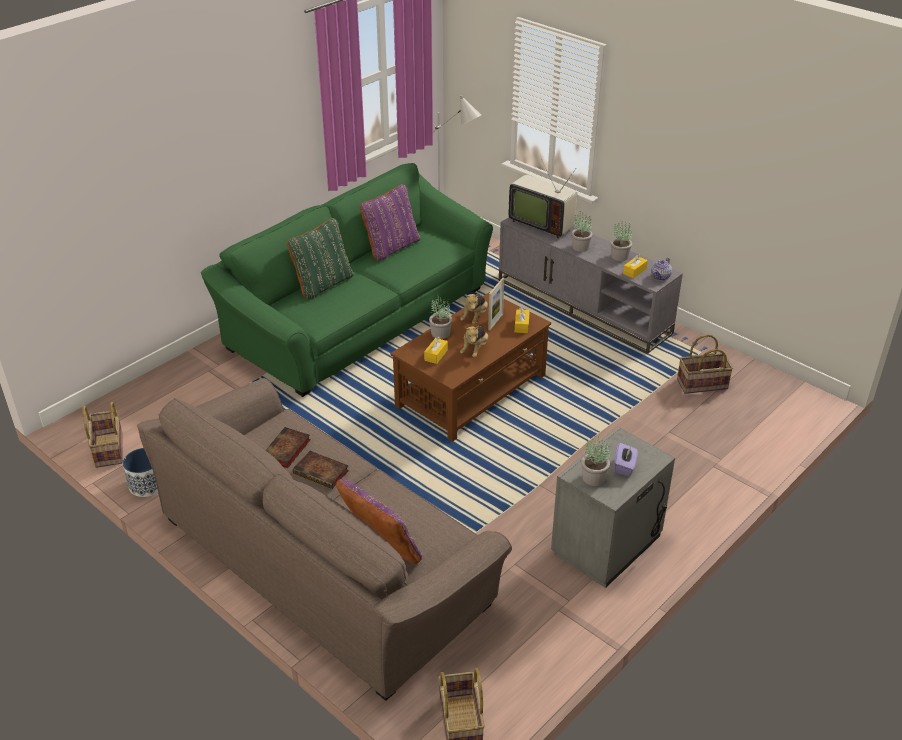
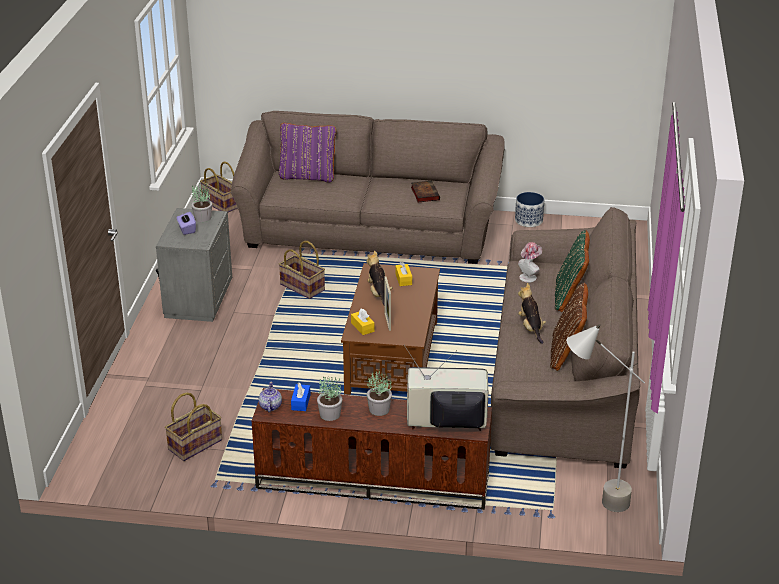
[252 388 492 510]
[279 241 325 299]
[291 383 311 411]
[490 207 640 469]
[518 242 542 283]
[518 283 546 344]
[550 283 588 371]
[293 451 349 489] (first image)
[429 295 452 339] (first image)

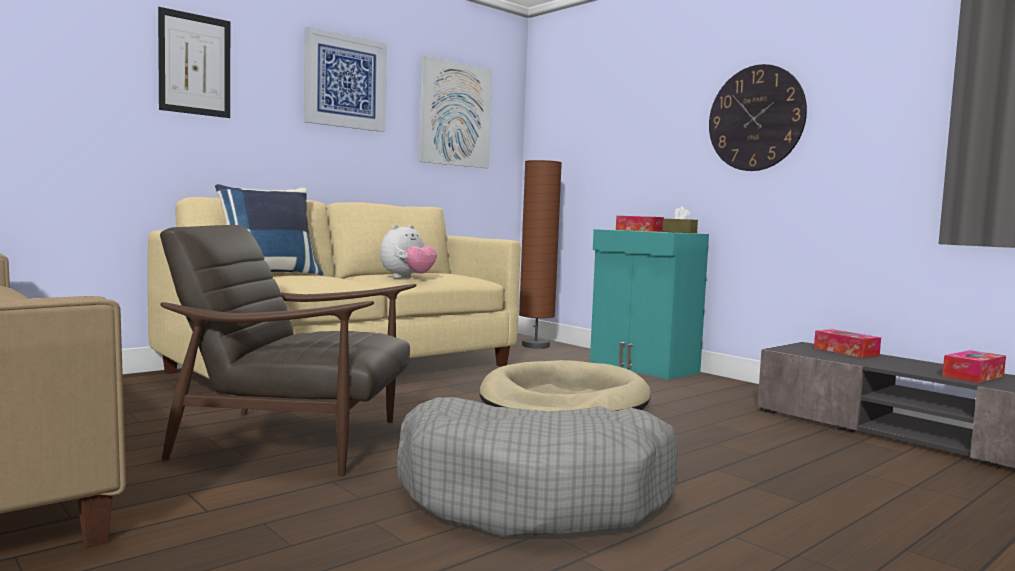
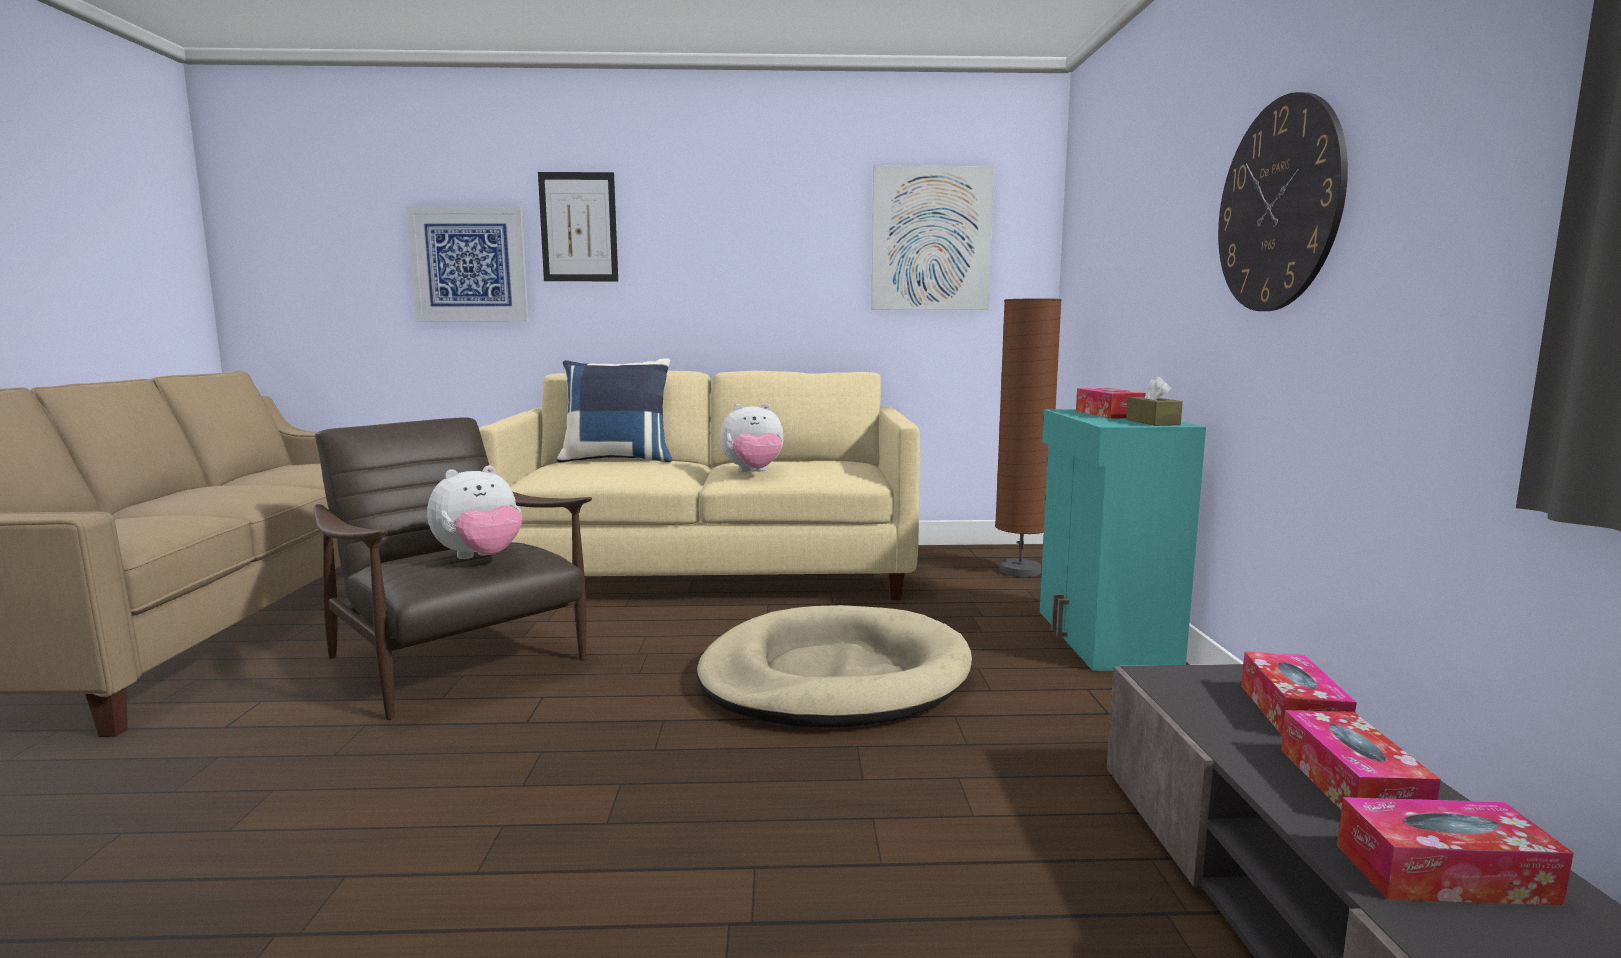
[406 206 529 321]
[427 465 522 559]
[1281 710 1441 810]
[397 397 678 537] (first image)

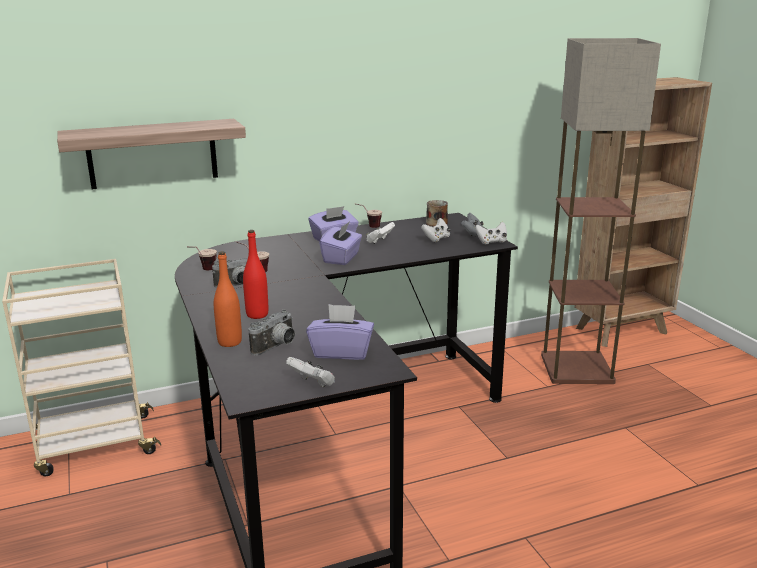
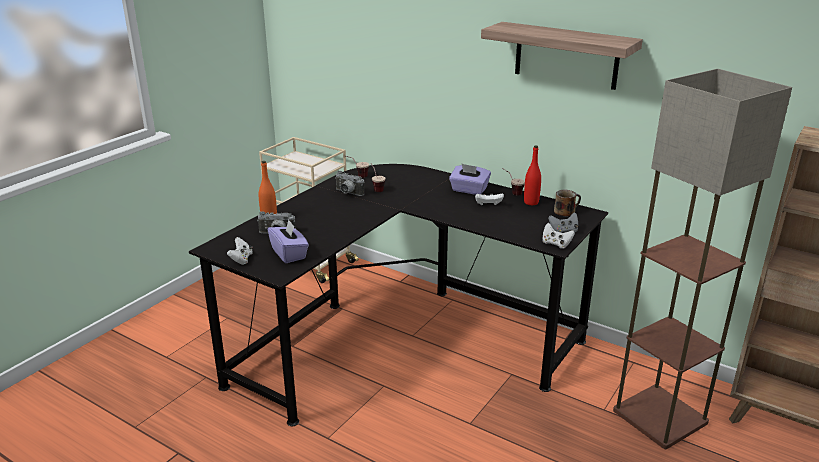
[481 22 643 90]
[524 145 541 205]
[319 221 362 265] (first image)
[421 218 451 242] (first image)

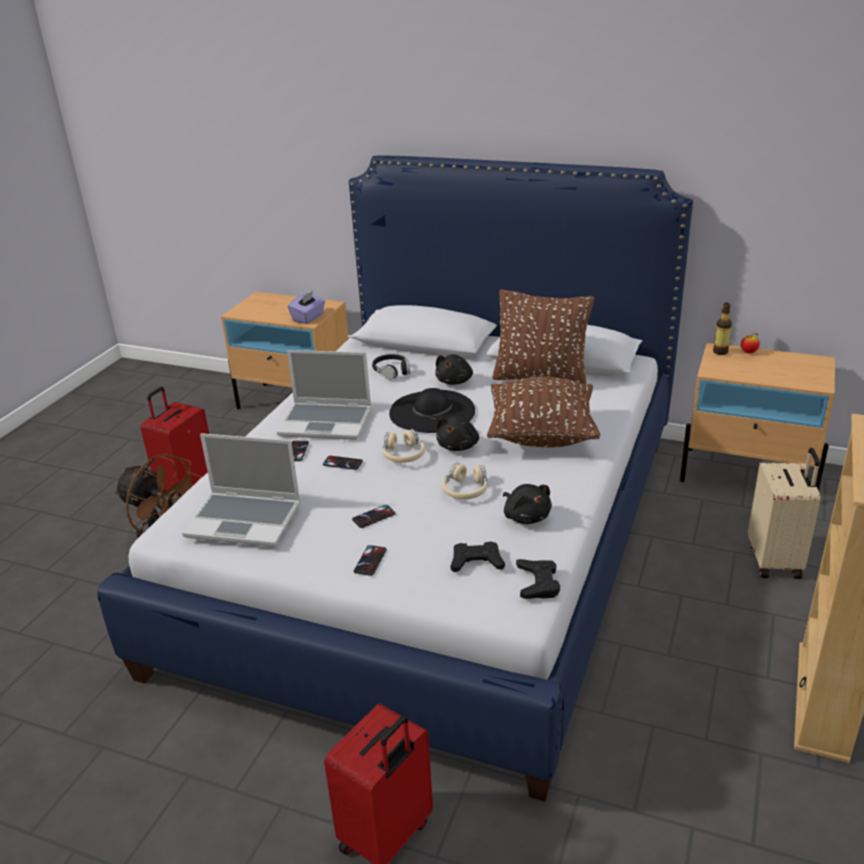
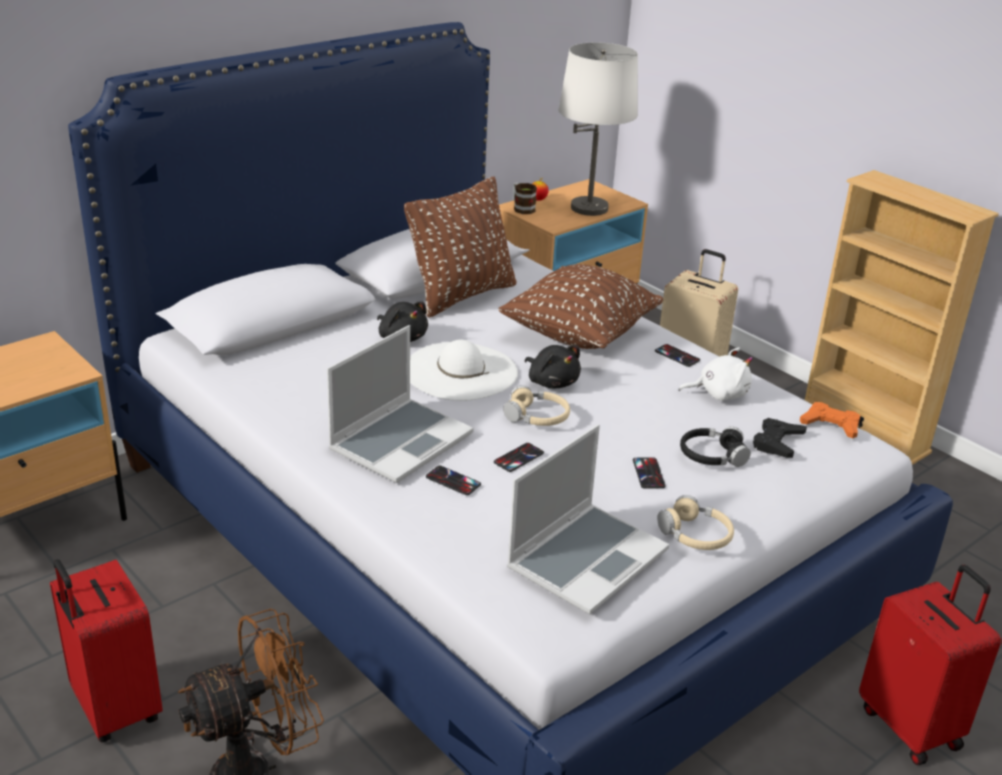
[410 339 518 401]
[513 183 537 214]
[559 42 638 216]
[655 344 700 367]
[657 495 734 550]
[679 348 753 401]
[680 427 751 467]
[800 402 860 438]
[288 291 325 324] (first image)

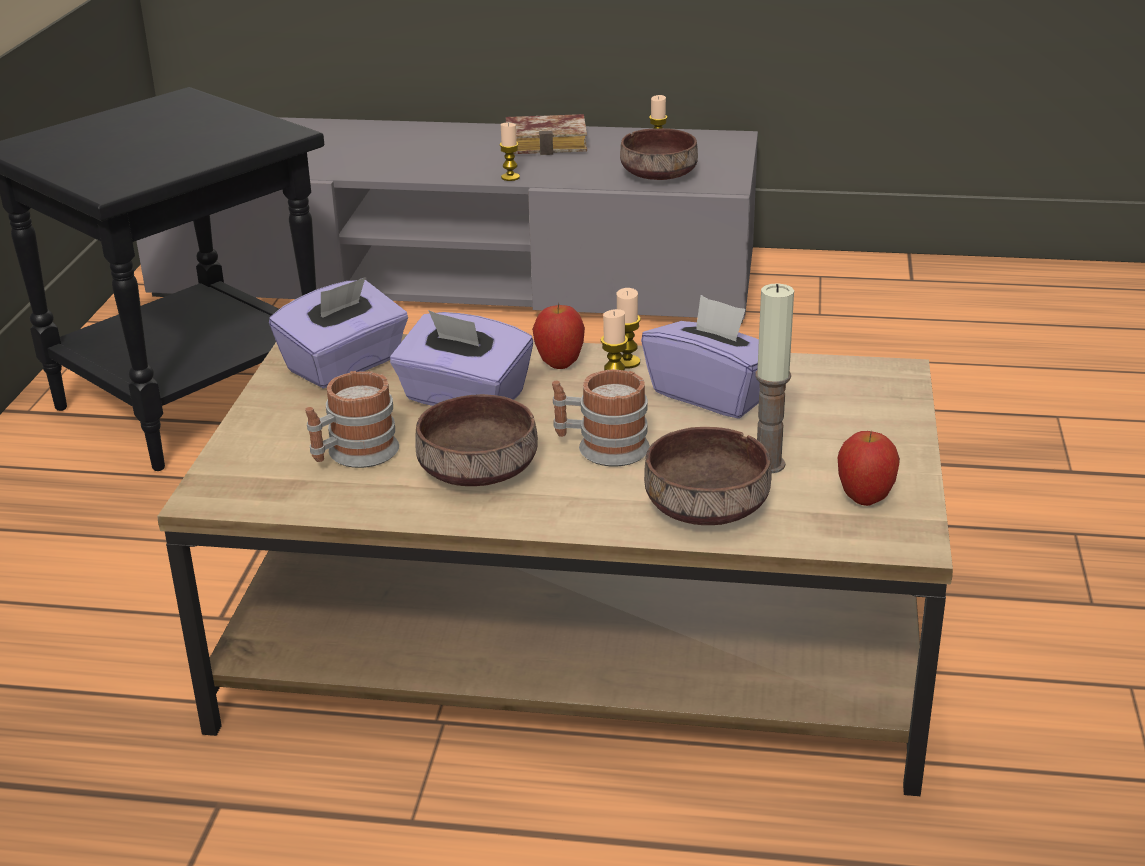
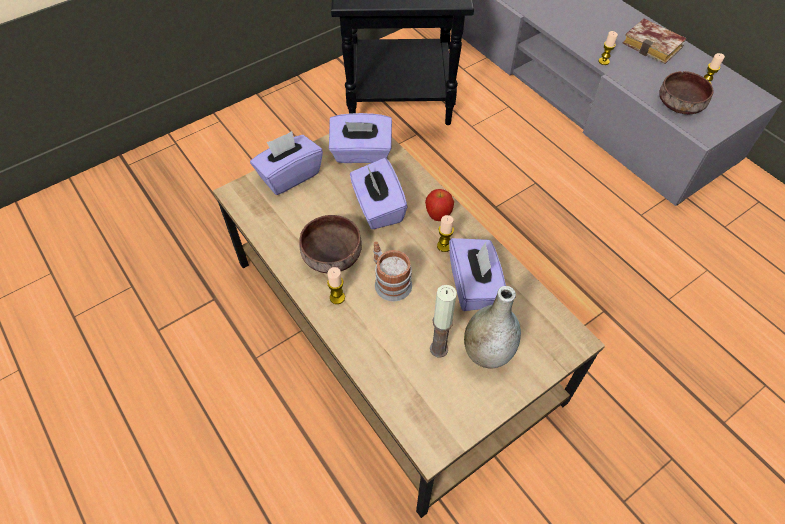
[250 131 323 195]
[327 267 345 304]
[464 286 521 368]
[305 371 399 468] (first image)
[644 427 771 525] (first image)
[838 430 900 506] (first image)

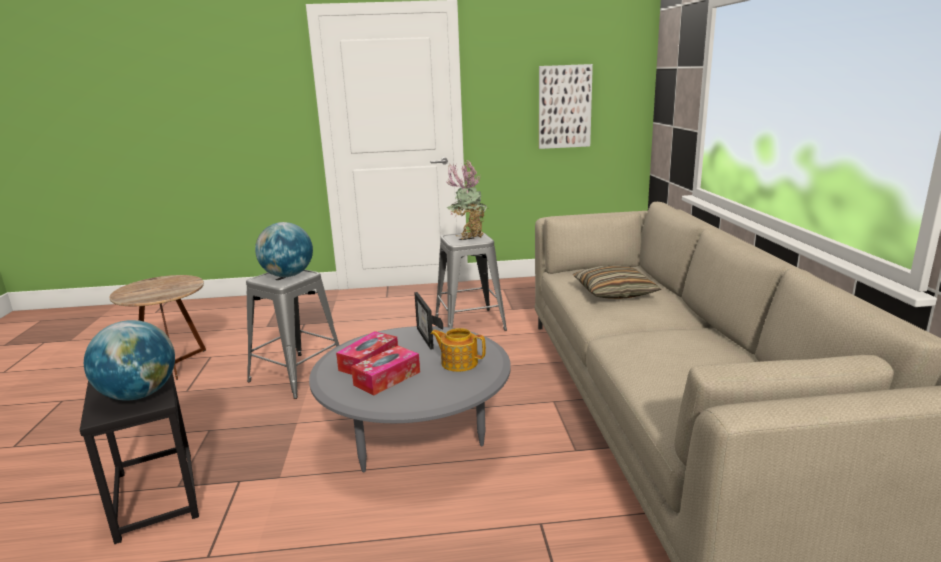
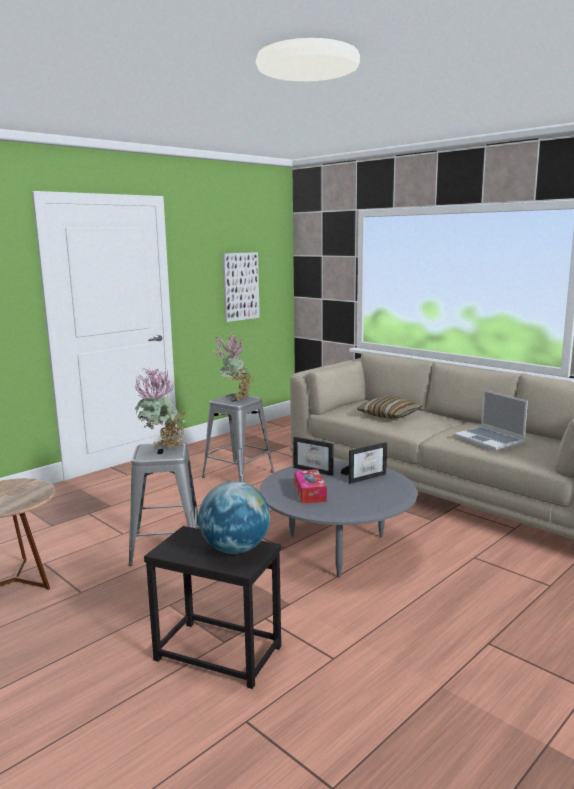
[135 367 187 449]
[341 442 387 484]
[454 390 528 451]
[351 346 420 396] (first image)

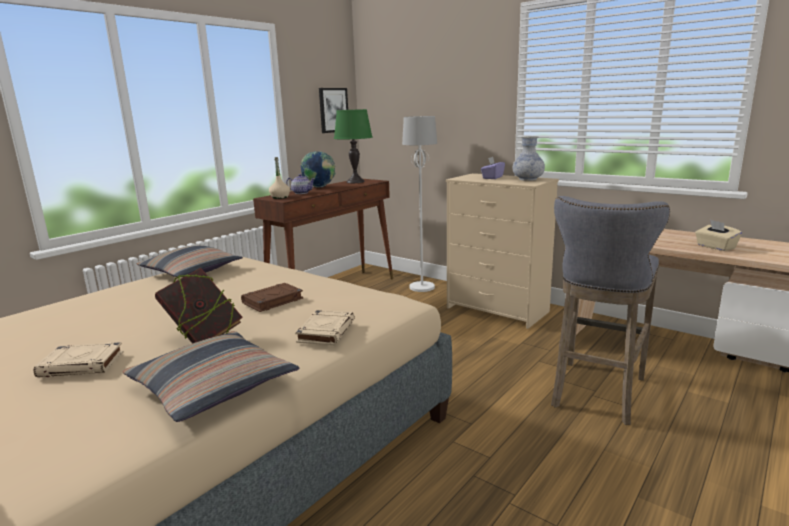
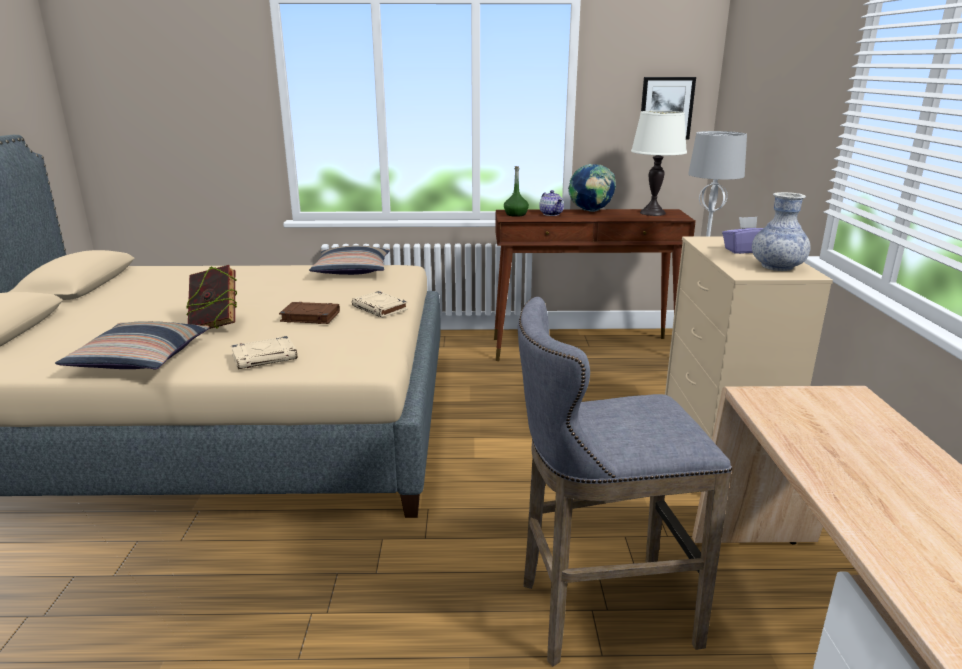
[352 291 408 318]
[504 166 529 217]
[631 111 687 216]
[695 220 742 251] (first image)

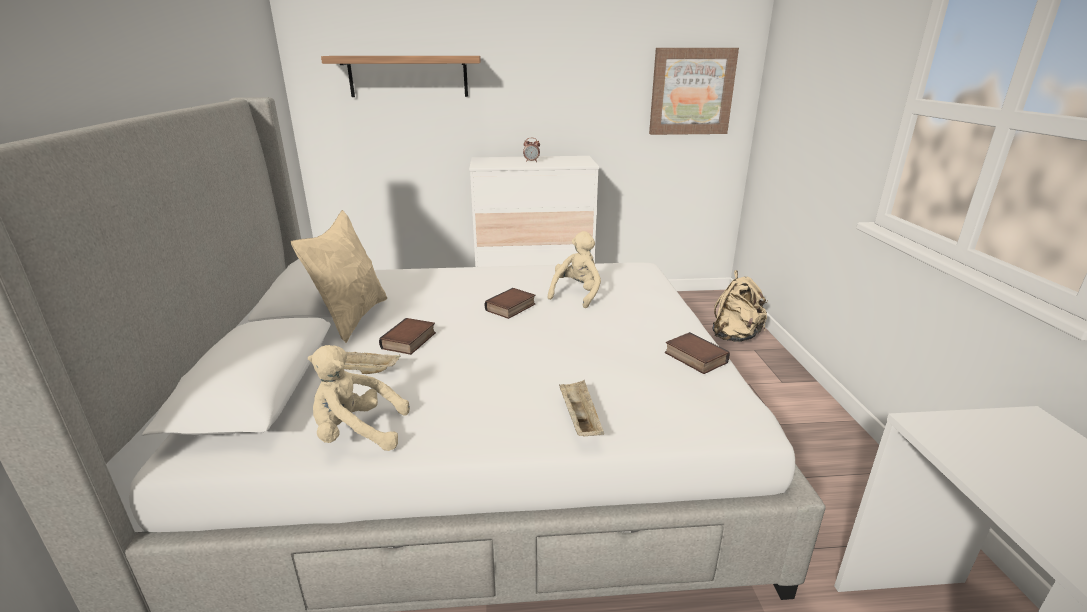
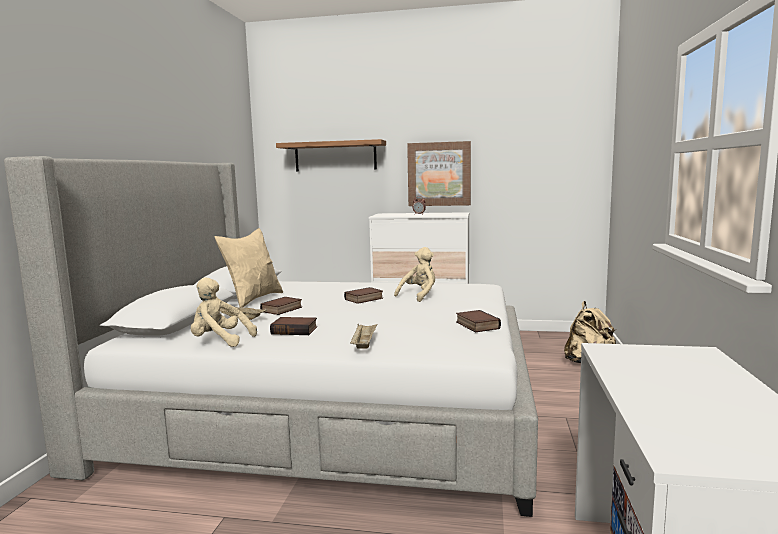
[270 317 317 335]
[407 141 471 206]

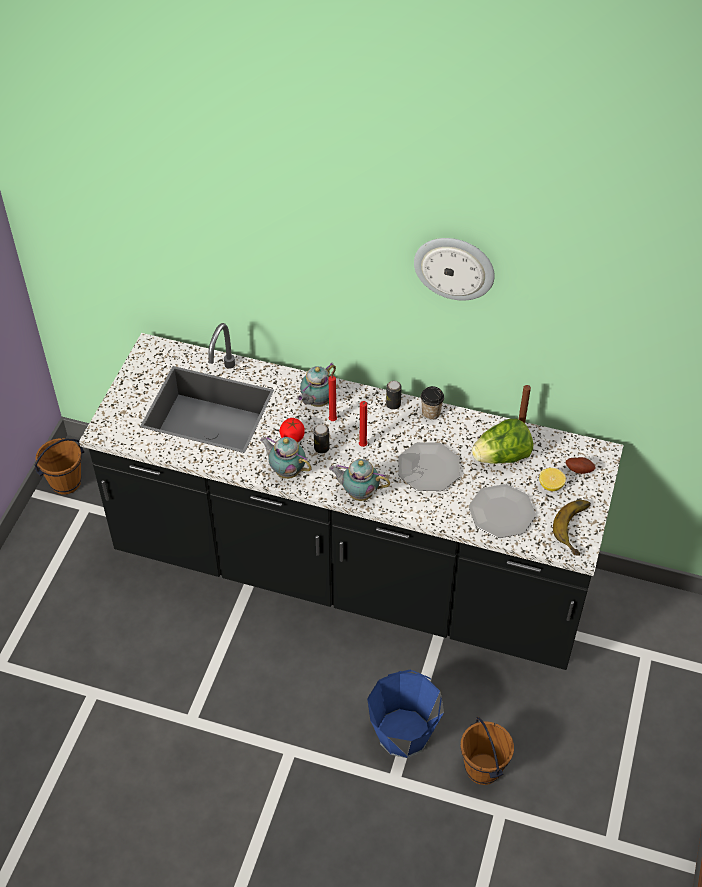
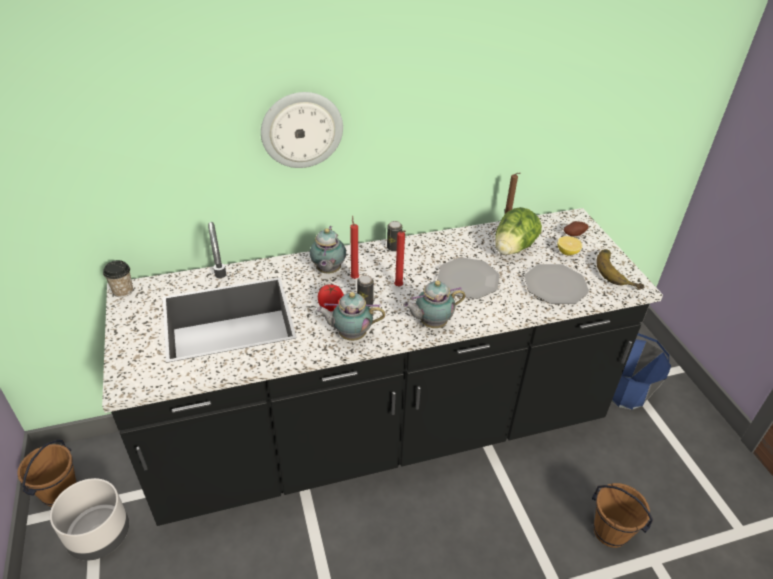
[50 478 129 561]
[103 260 133 297]
[261 92 343 168]
[612 333 671 410]

